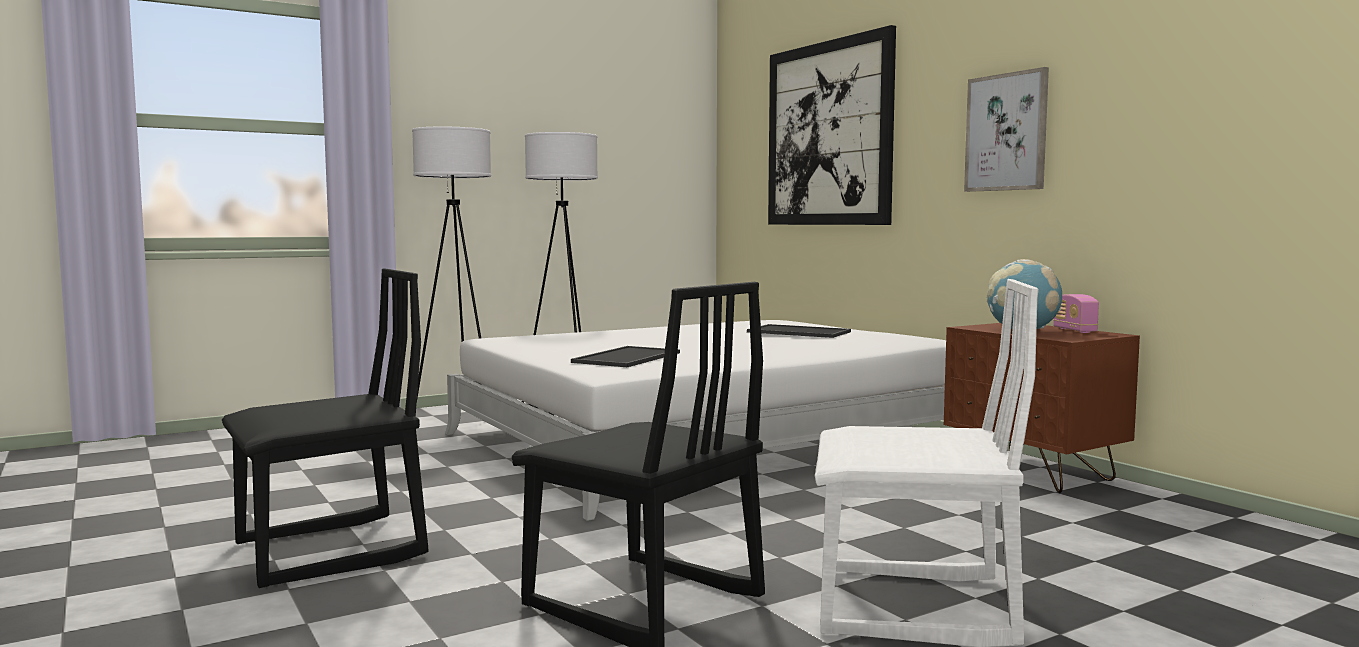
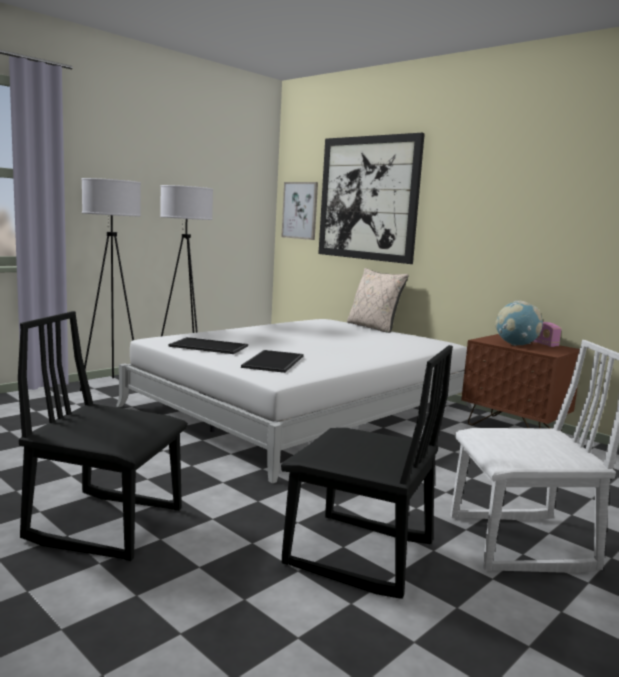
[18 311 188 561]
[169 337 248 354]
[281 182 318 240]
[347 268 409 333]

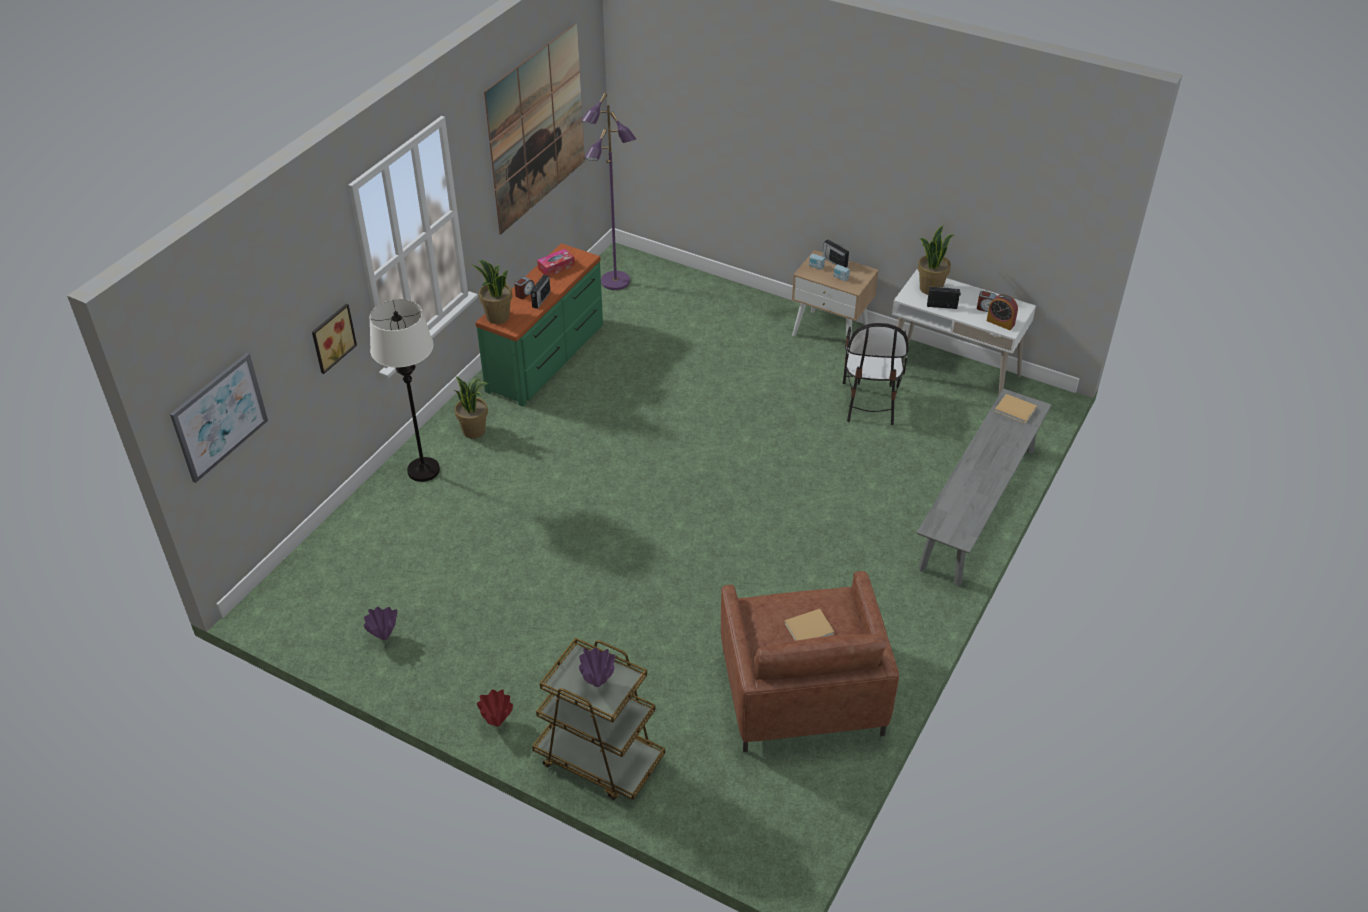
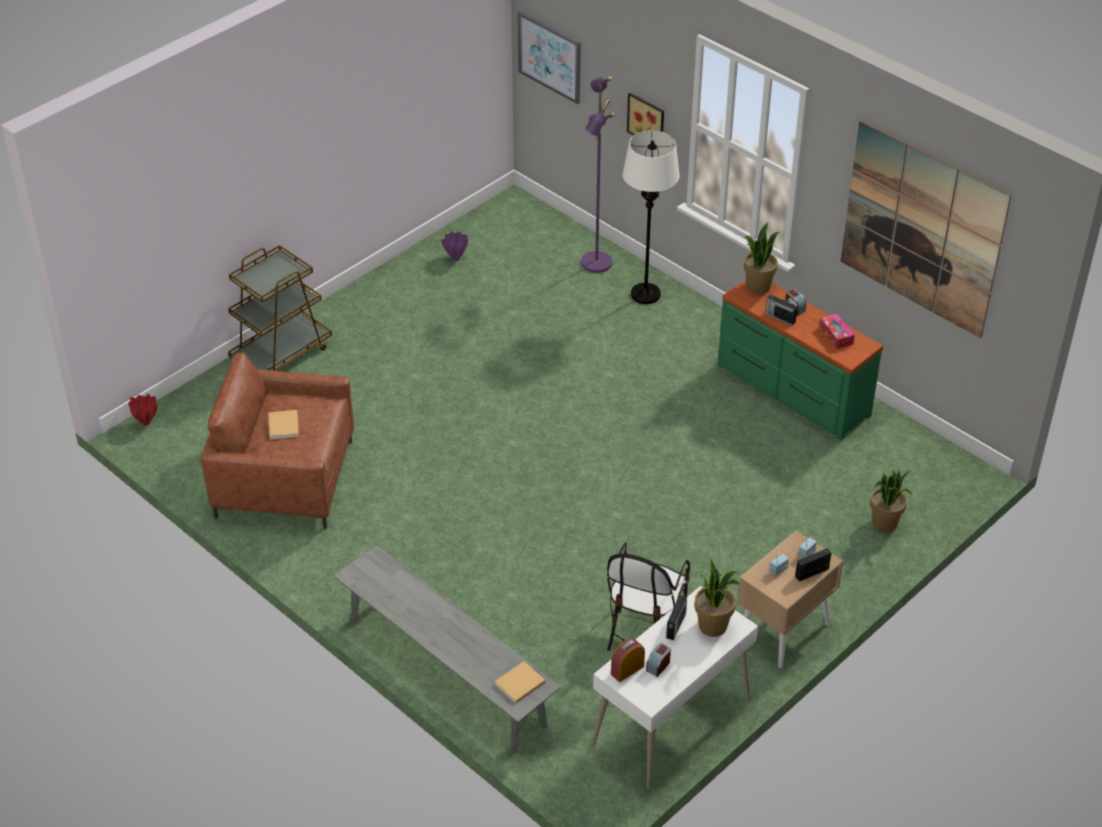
[128 394 157 426]
[581 77 615 273]
[607 542 690 651]
[870 469 912 532]
[579 648 615 687] (first image)

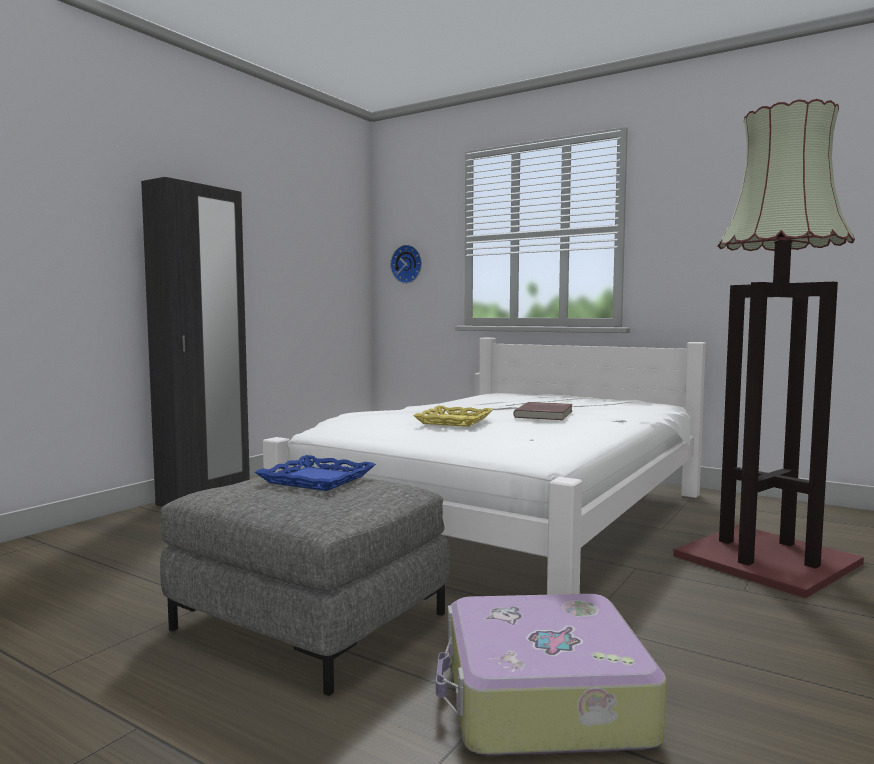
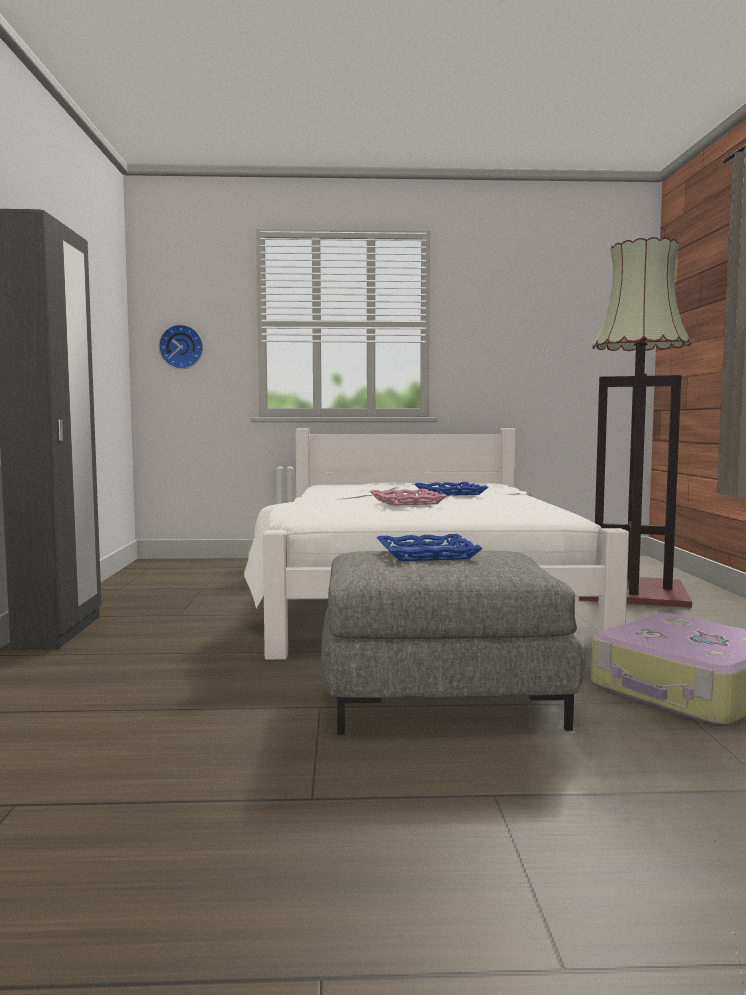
[370 489 447 506]
[415 482 488 496]

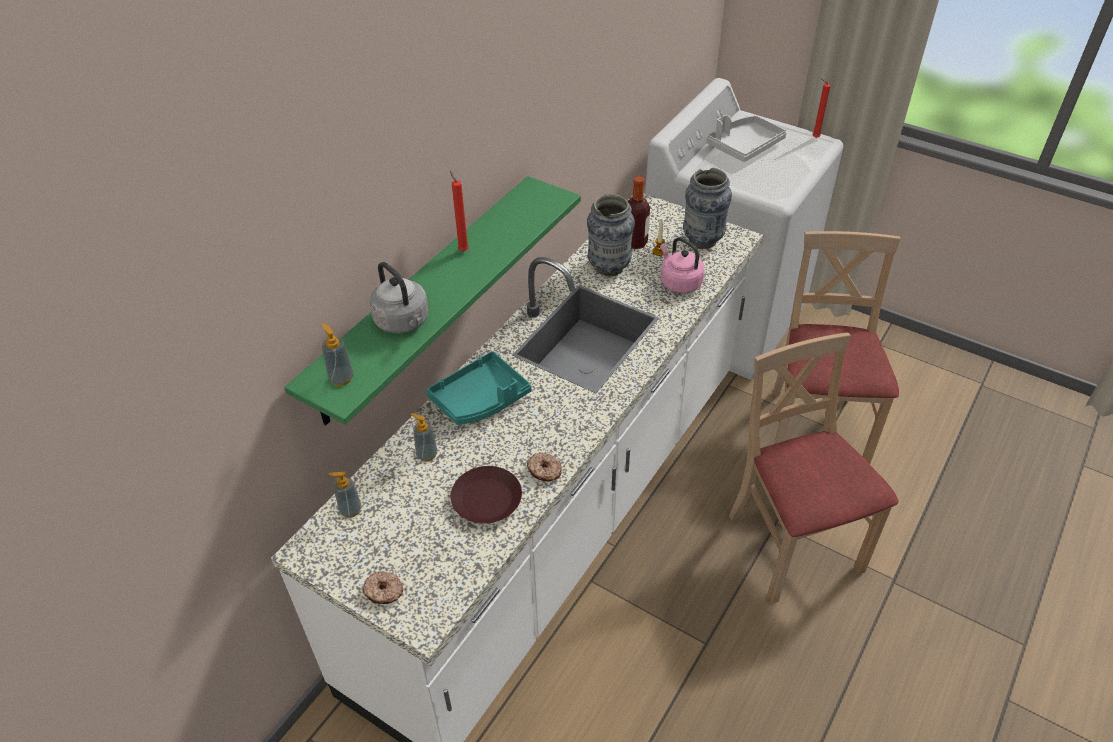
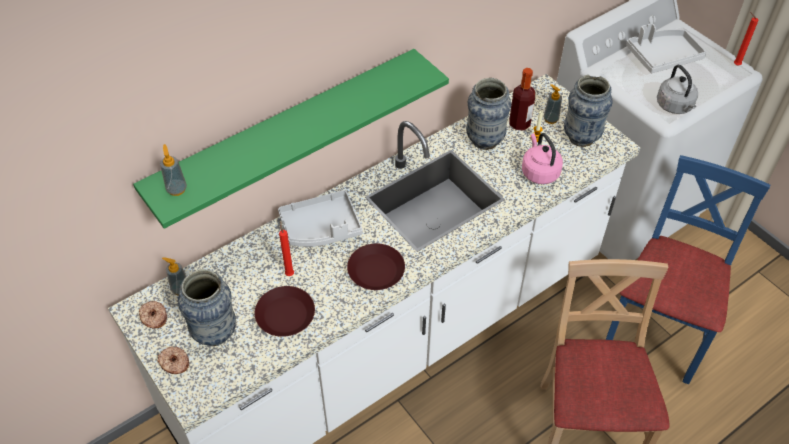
[139 301 167 328]
[178 269 236 346]
[278 190 363 247]
[279 221 294 276]
[347 243 405 290]
[544 84 562 124]
[606 155 770 384]
[657 65 698 114]

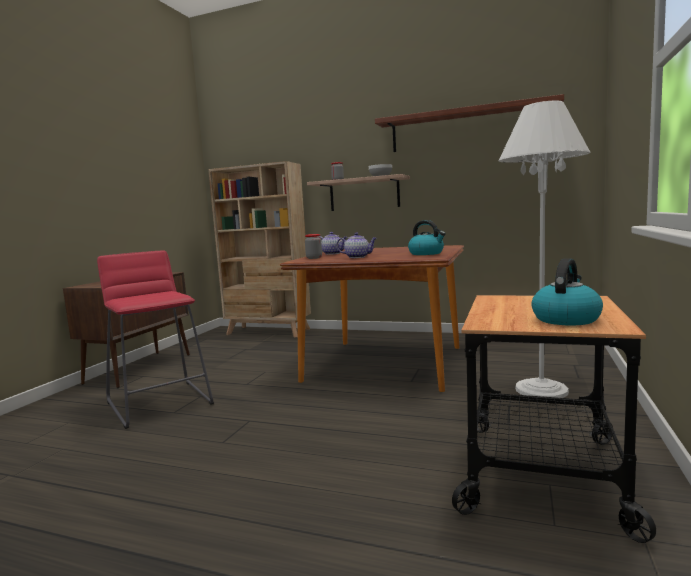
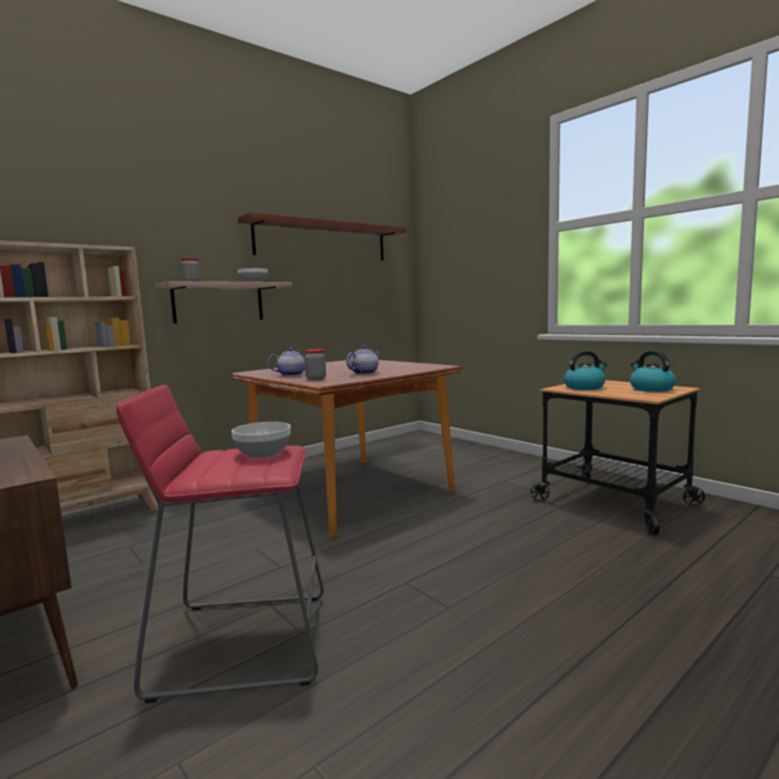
[232 422 291 458]
[564 351 607 390]
[499 100 590 398] (first image)

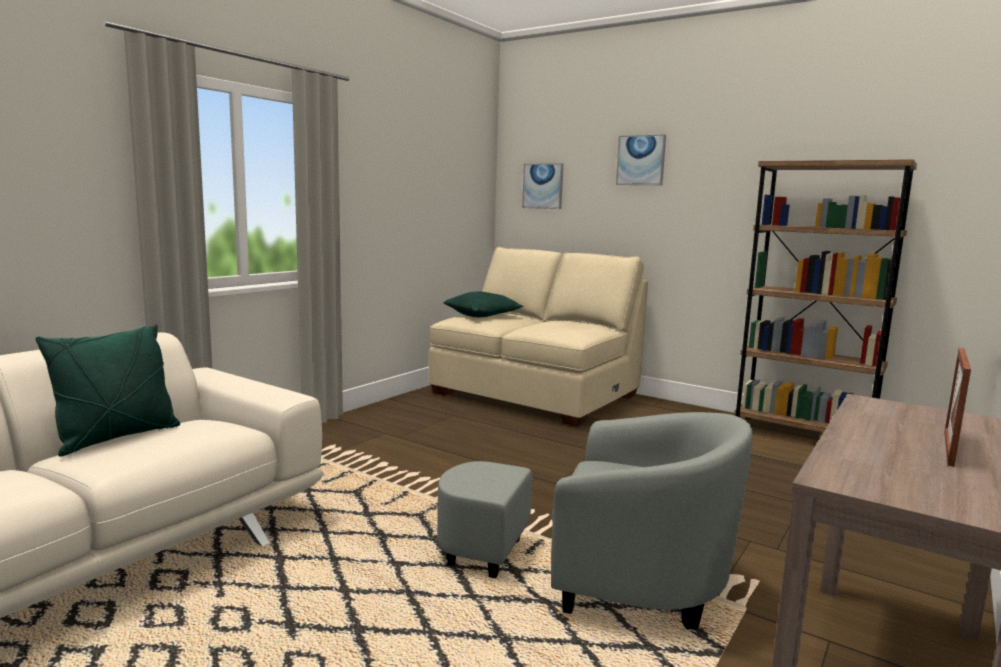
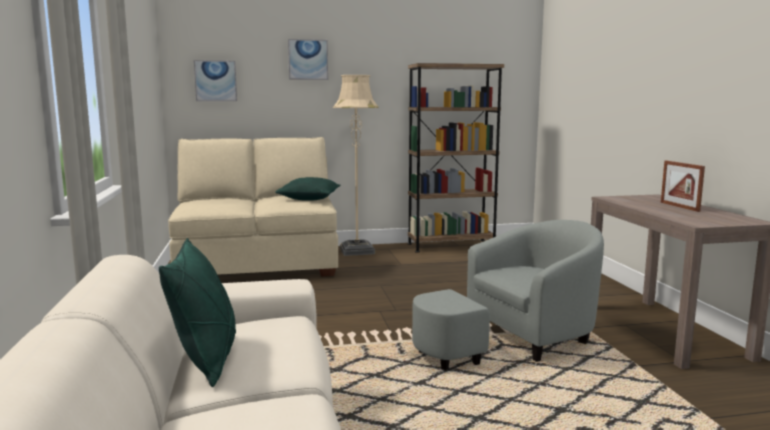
[275 177 341 201]
[333 75 379 256]

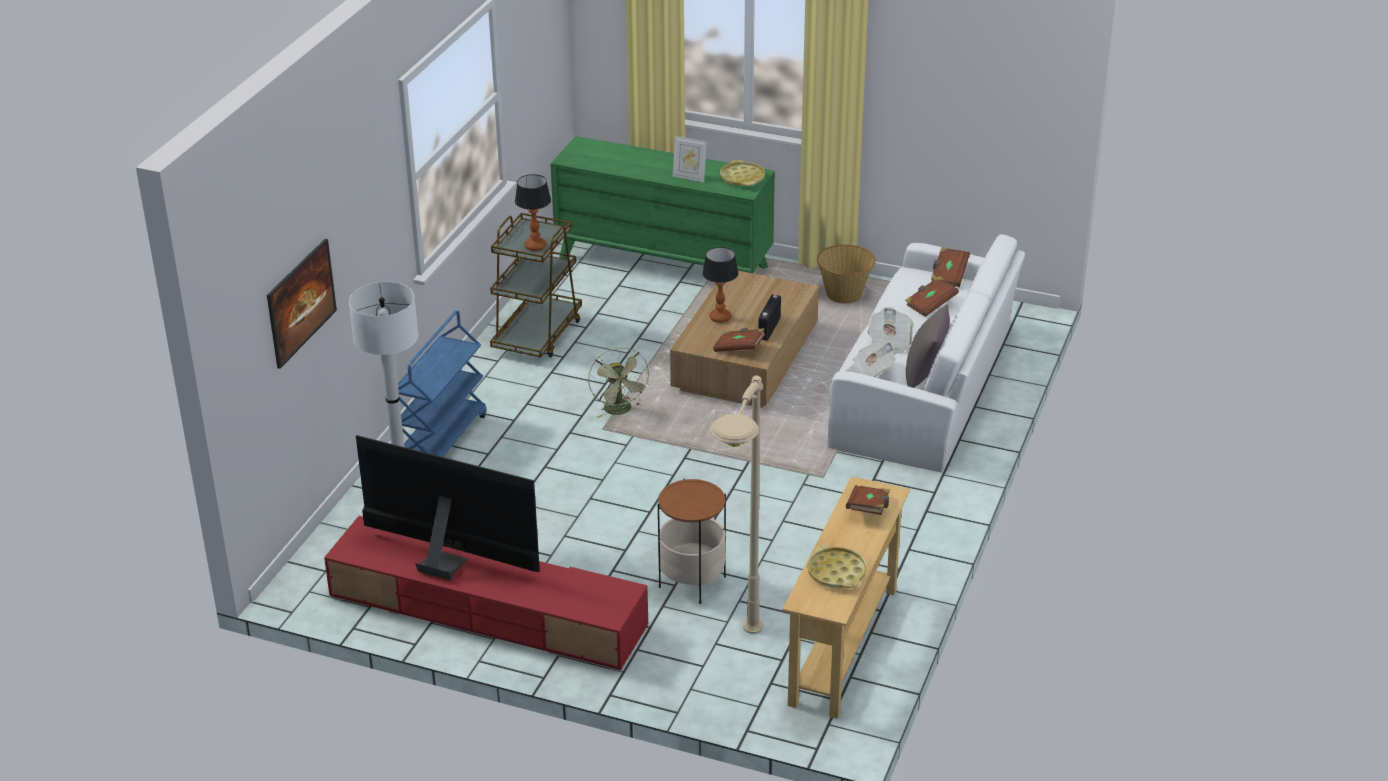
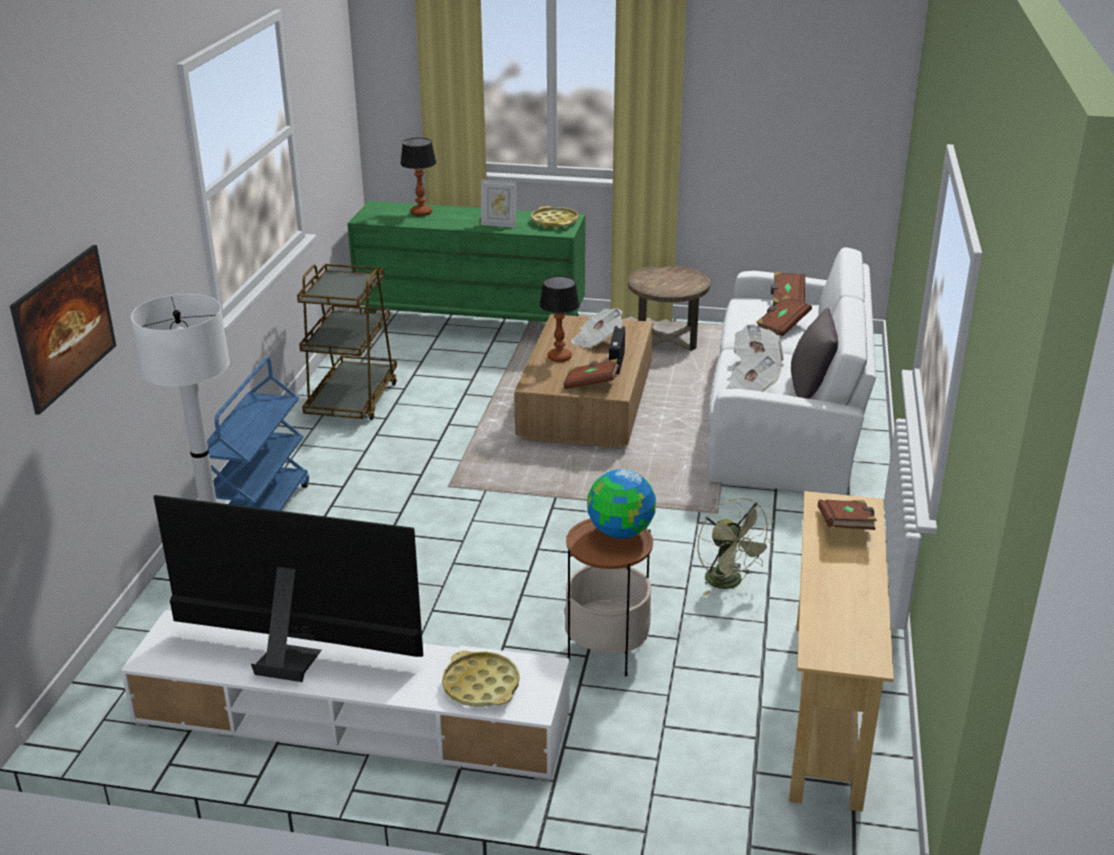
[121 610 569 781]
[400 138 436 216]
[442 650 520 707]
[571 309 623 349]
[587 469 656 539]
[628 265 710 350]
[697 498 774 595]
[711 376 763 634] (first image)

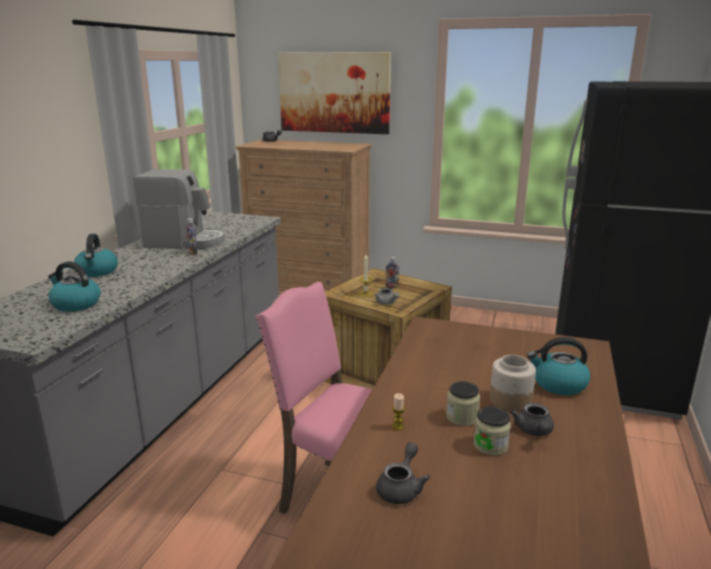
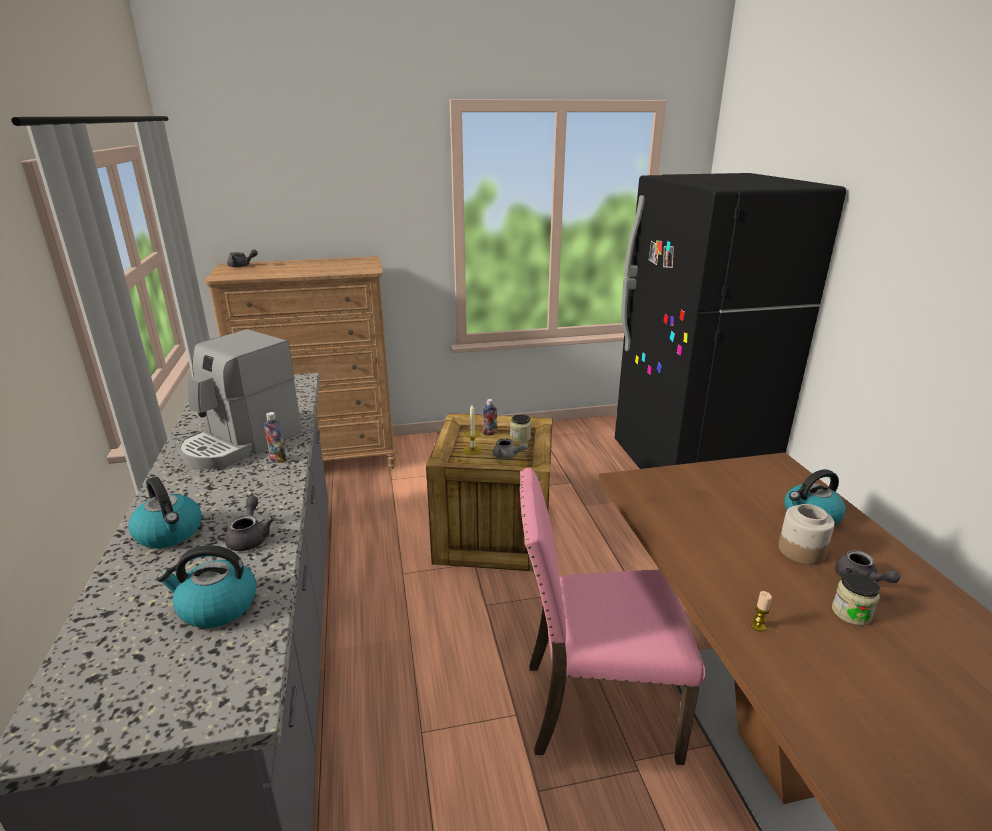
[178 329 302 469]
[225 496 274 551]
[510 414 531 443]
[278 52 391 134] (first image)

